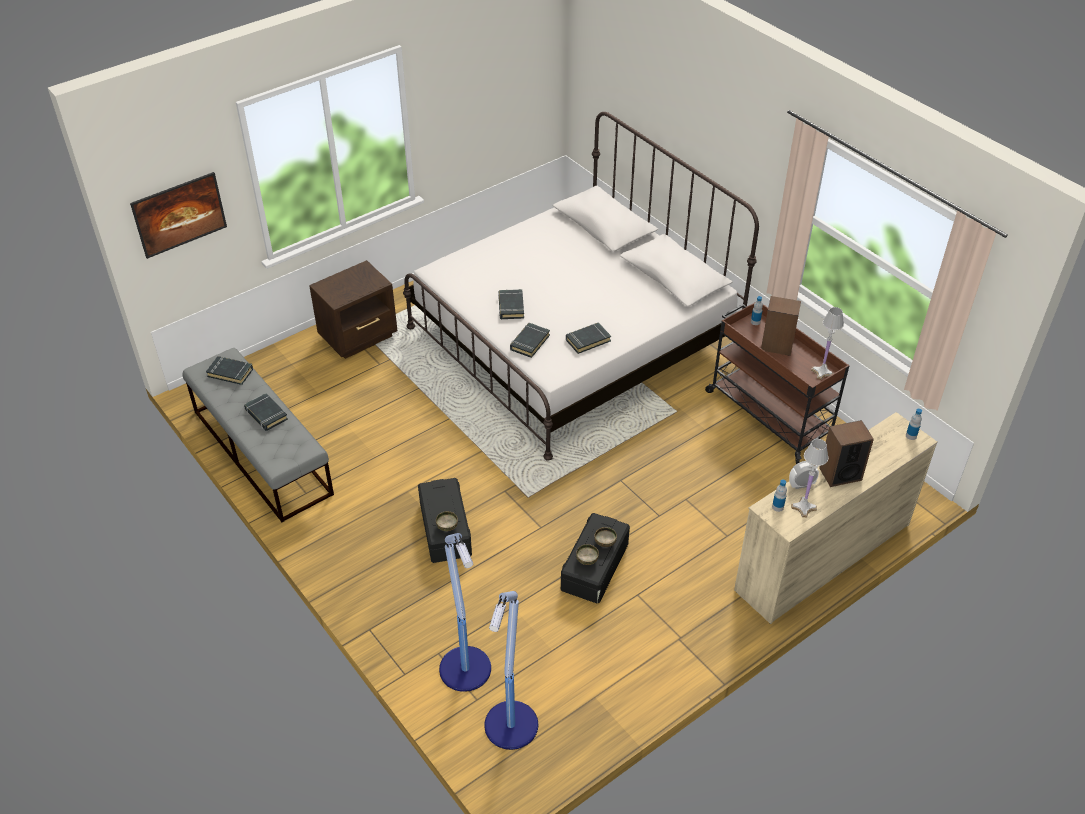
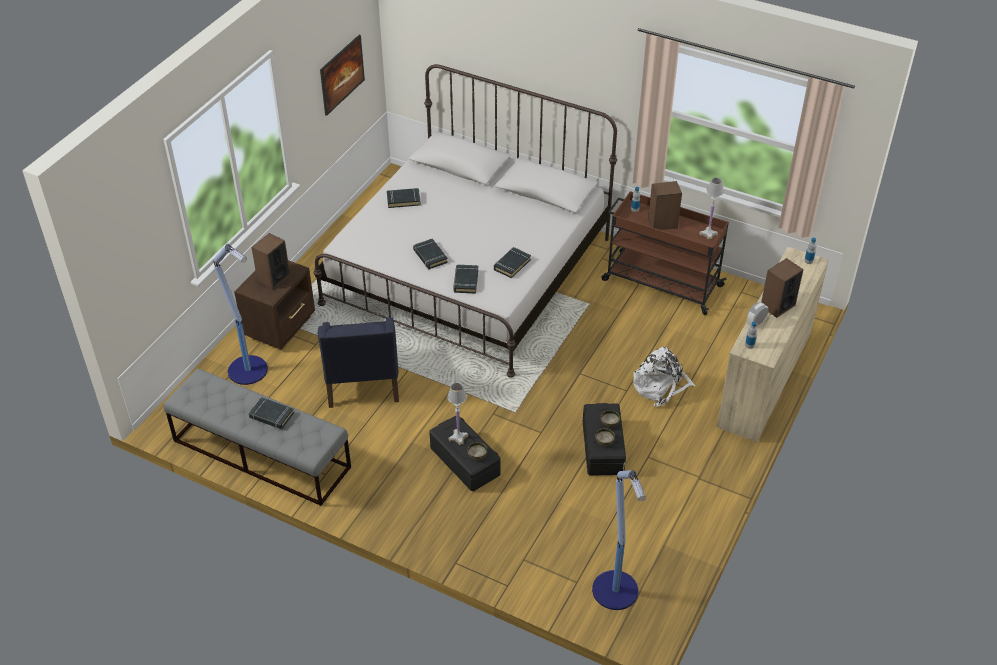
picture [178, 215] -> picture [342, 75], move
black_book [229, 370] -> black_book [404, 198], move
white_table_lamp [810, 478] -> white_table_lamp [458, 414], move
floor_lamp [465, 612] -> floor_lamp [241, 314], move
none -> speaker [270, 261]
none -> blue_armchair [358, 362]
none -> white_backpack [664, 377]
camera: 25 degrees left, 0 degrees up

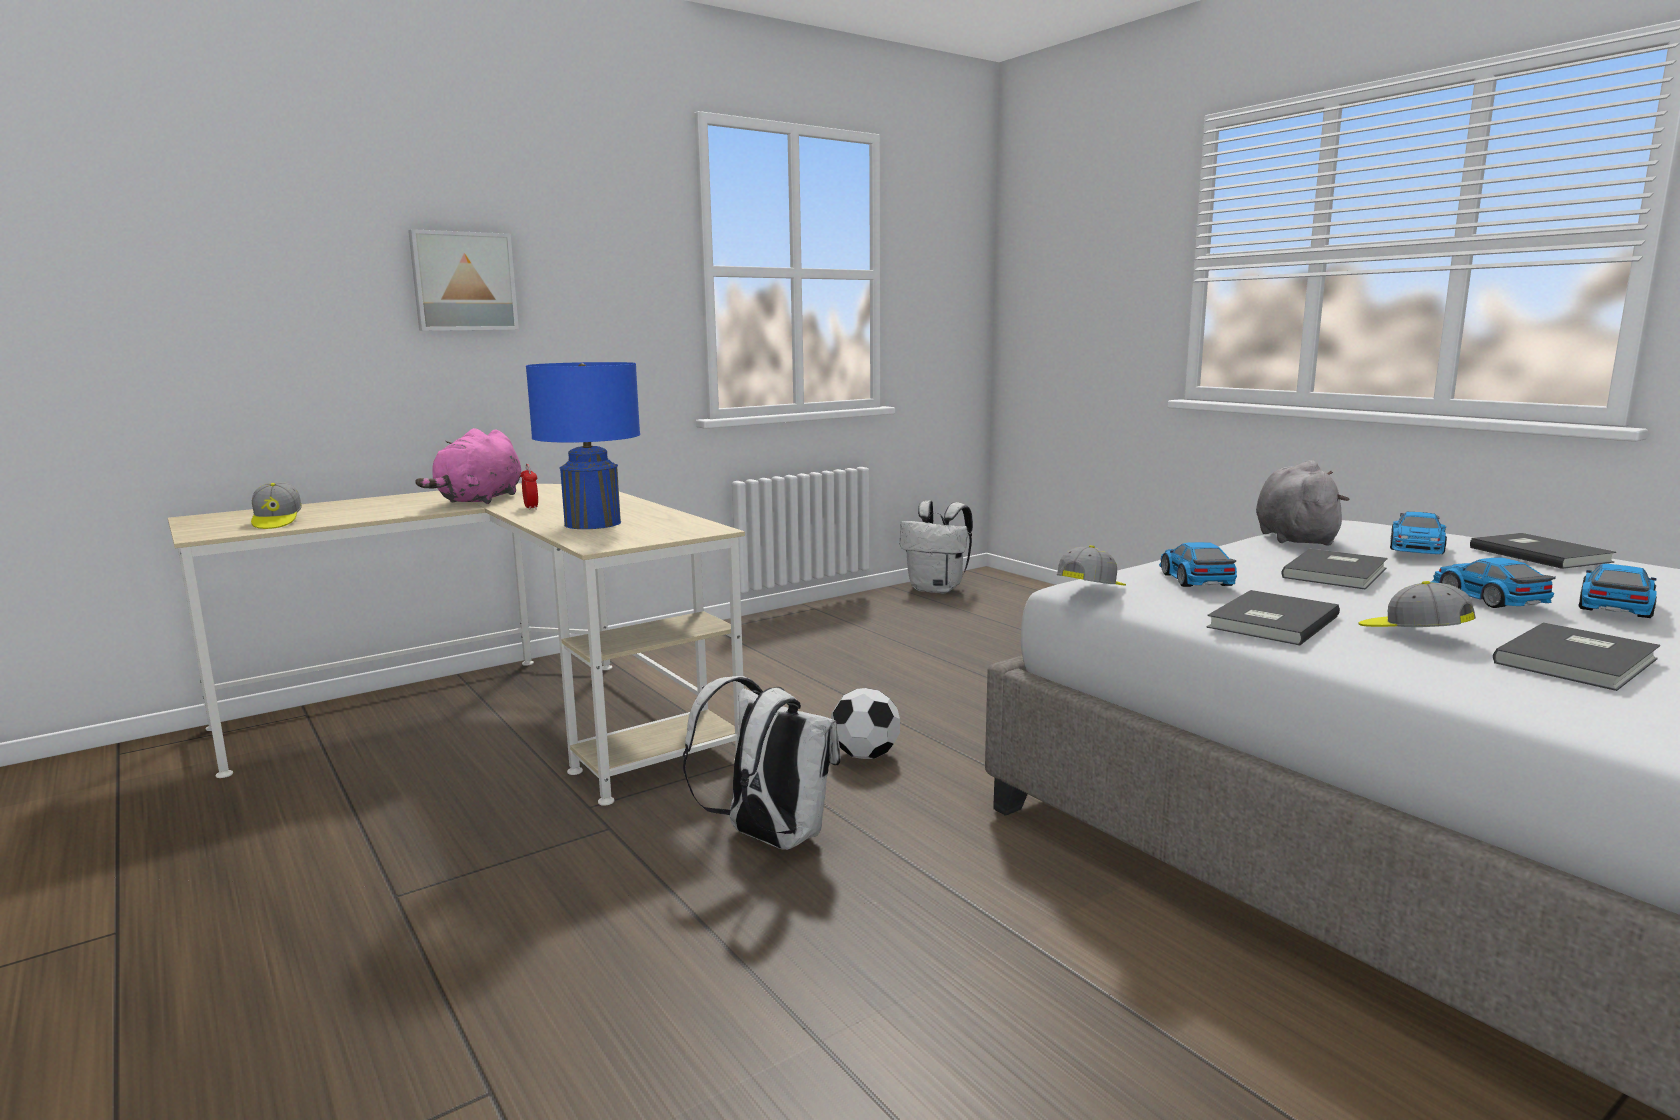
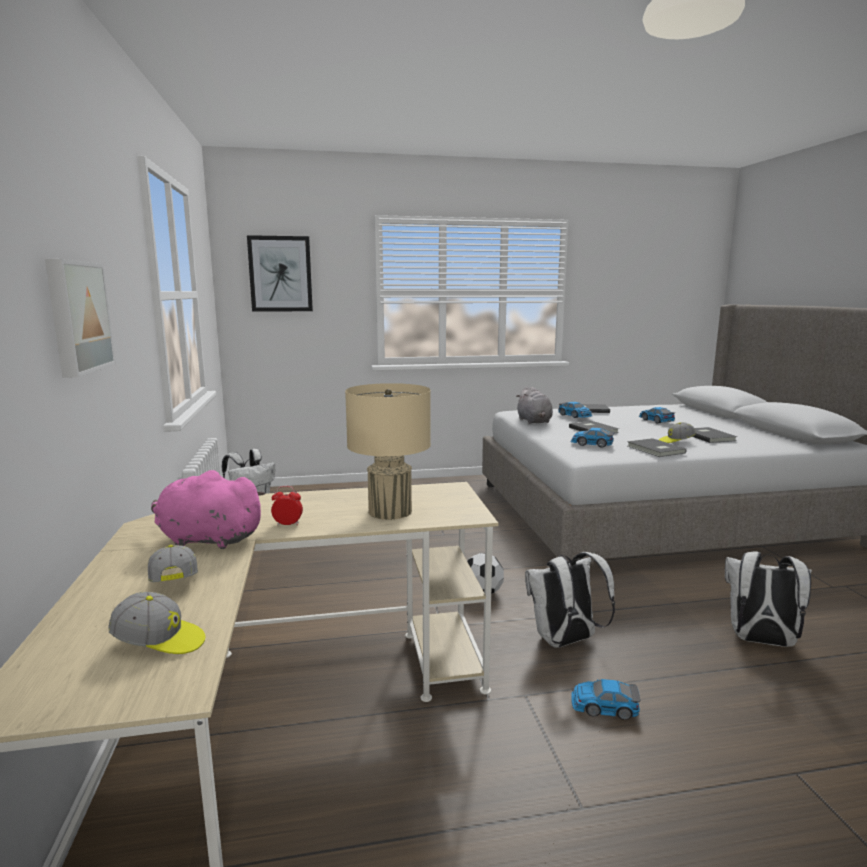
blue_table_lamp [583, 445] -> beige_table_lamp [388, 451]
pink_plush_toy [468, 466] -> pink_plush_toy [208, 509], 150 degrees clockwise
grey_plush_toy [1302, 503] -> grey_plush_toy [534, 405], 135 degrees counterclockwise
cap [1091, 565] -> cap [173, 563], move
toy_car [1493, 582] -> toy_car [605, 699], move
none -> picture [280, 273]
none -> white_backpack [768, 599]
camera: 65 degrees left, 0 degrees up

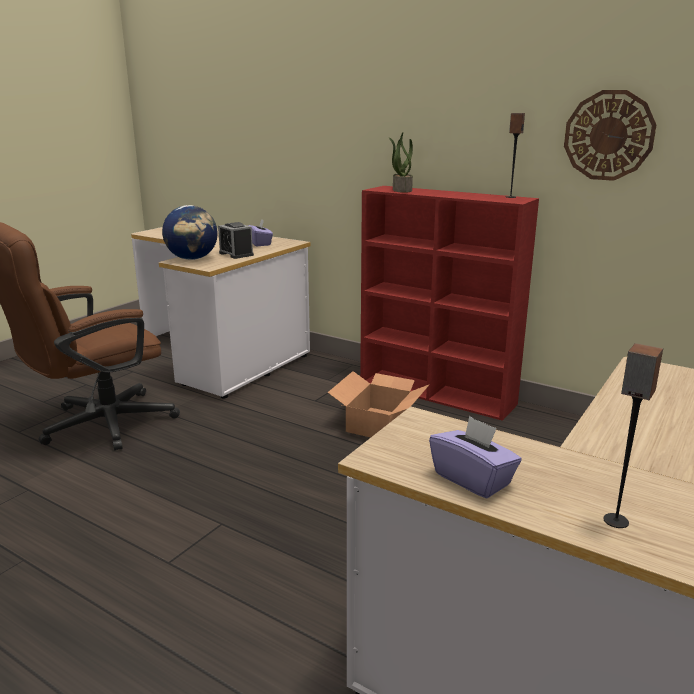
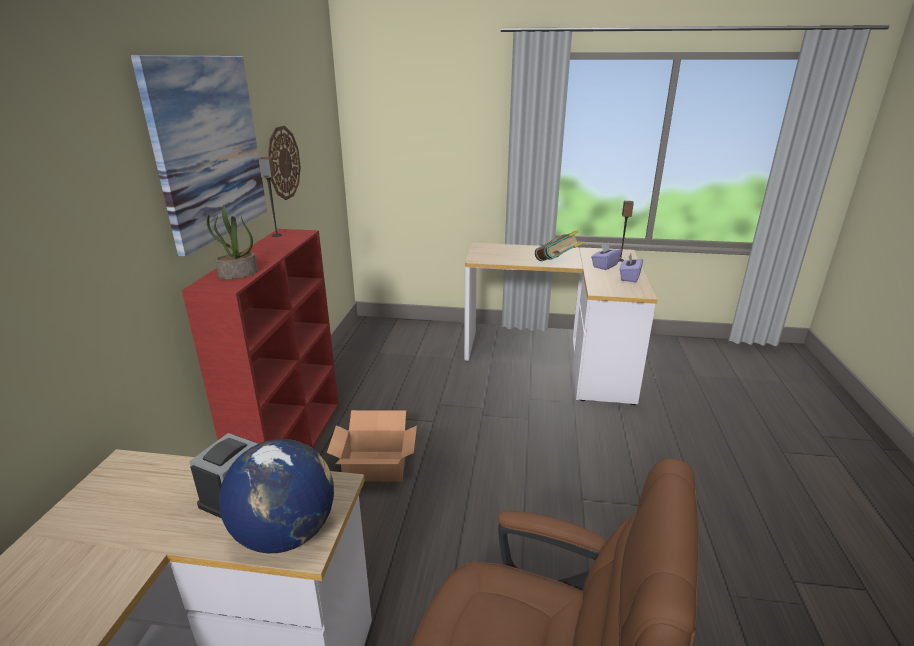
purple_tissue_box [260, 232] -> purple_tissue_box [606, 256], move
none -> picture [199, 155]
none -> book [559, 246]
camera: 115 degrees left, 5 degrees up

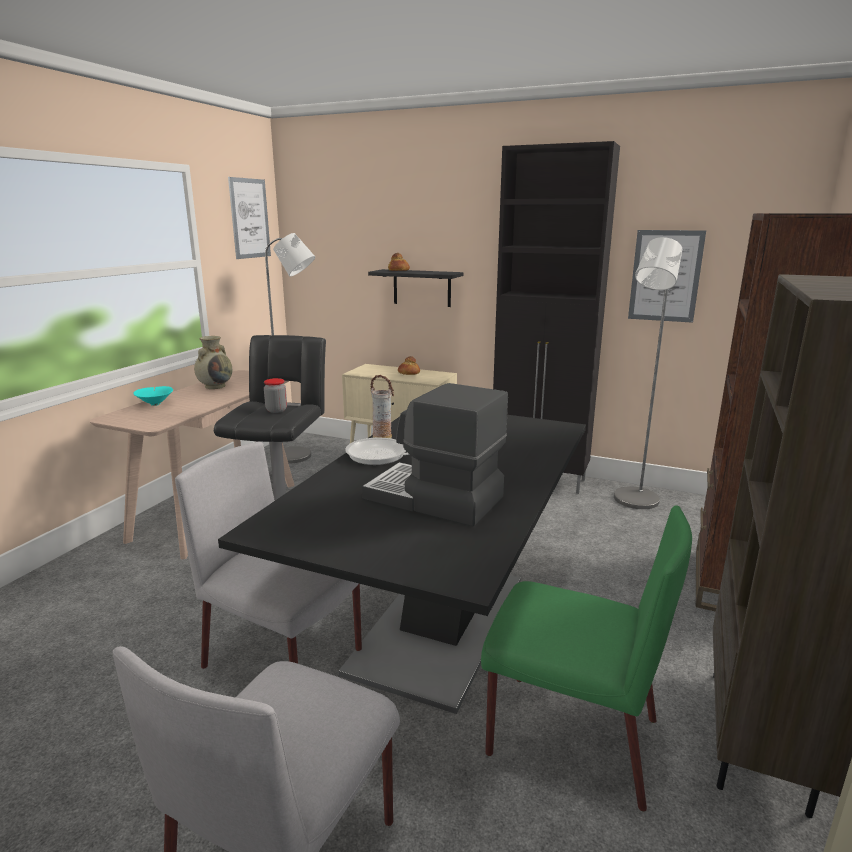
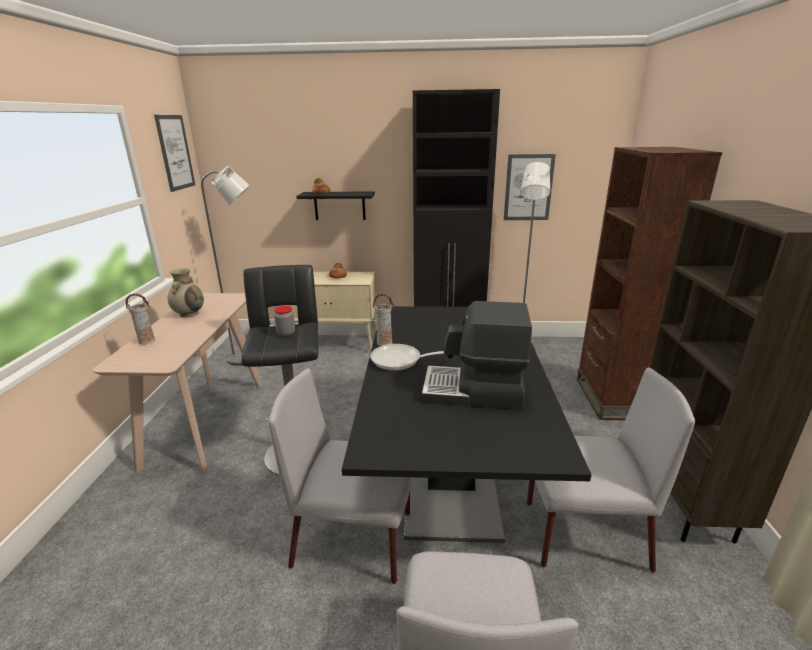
turquoise_bowl [153, 396] -> vase [140, 319]
green_chair [586, 658] -> grey_chair [611, 470]
camera: 20 degrees left, 5 degrees up

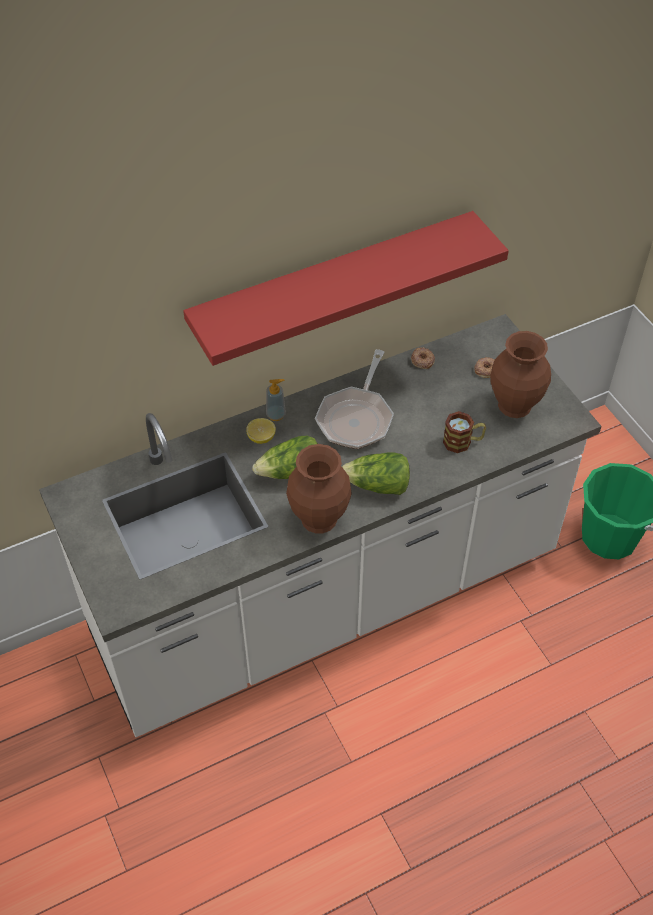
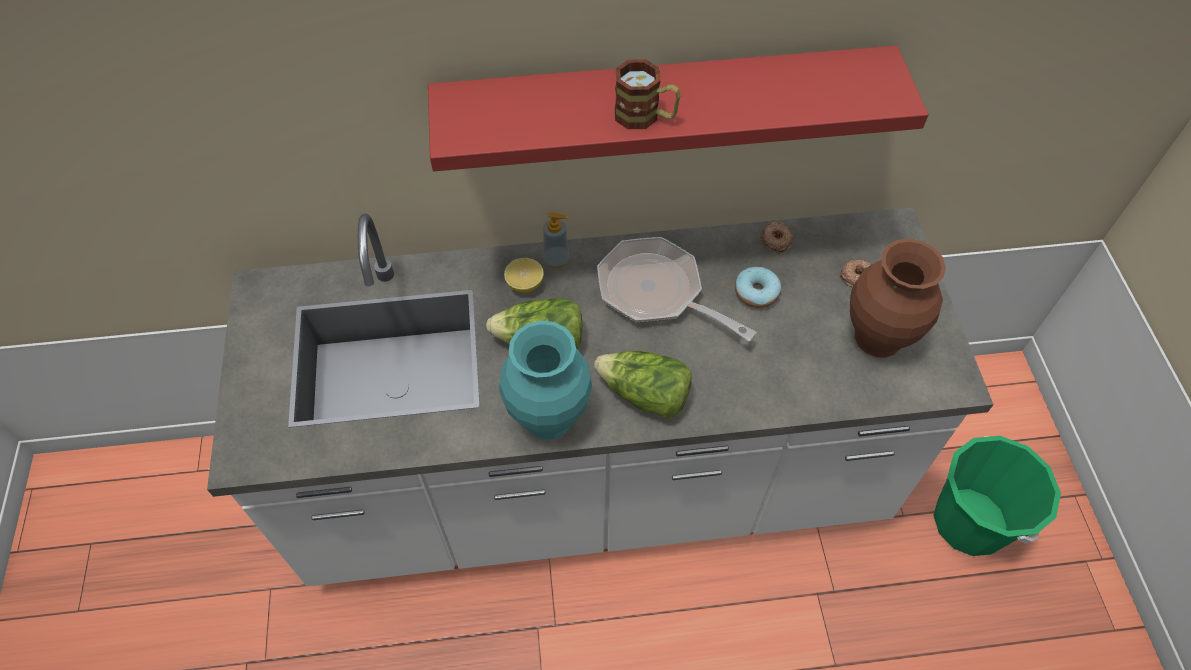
frying_pan [354, 399] -> frying_pan [677, 289], 90 degrees clockwise
mug [464, 432] -> mug [648, 94], move
brown_vase [319, 488] -> turquoise_vase [545, 380]
none -> donut [758, 287]
camera: 20 degrees right, 5 degrees up

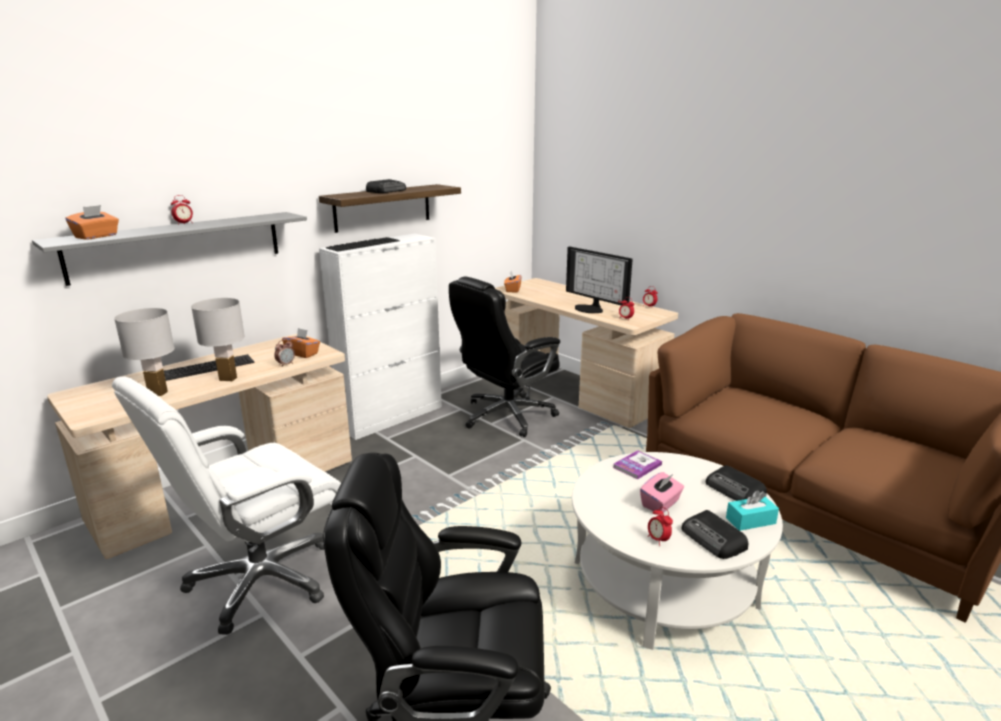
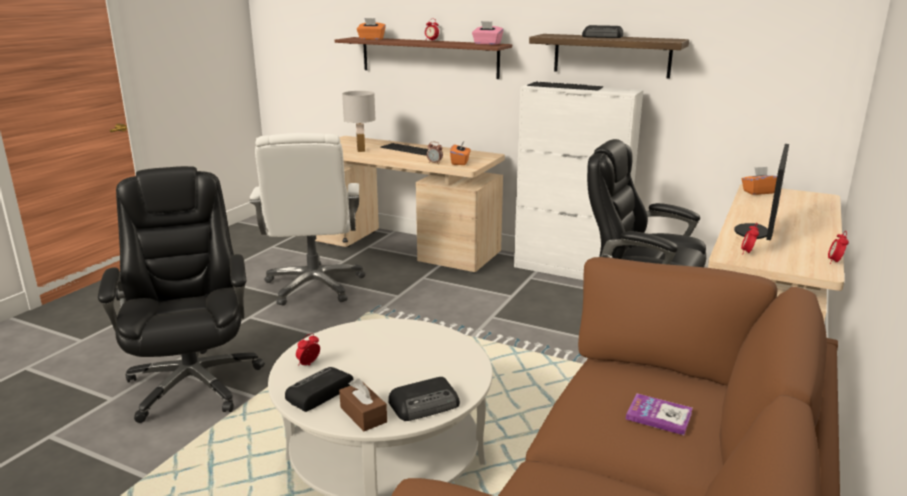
grey_shelf [169, 249] -> brown_shelf [423, 58]
white_table_lamp [218, 339] -> none
white_office_chair [226, 506] -> white_office_chair [307, 219], 120 degrees counterclockwise
book [637, 465] -> book [659, 414], move
radio [736, 483] -> radio [424, 399], 150 degrees counterclockwise
pink_tissue_box [662, 492] -> pink_tissue_box [488, 33], move
turquoise_tissue_box [752, 510] -> brown_tissue_box [363, 404]
camera: 70 degrees right, 0 degrees up

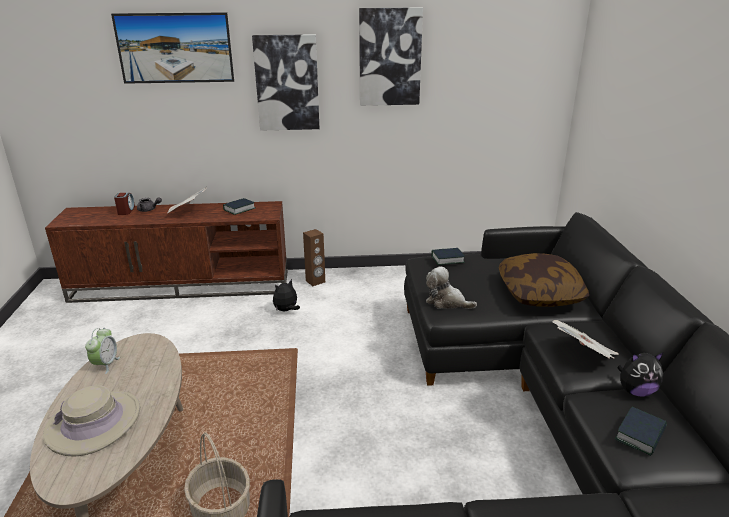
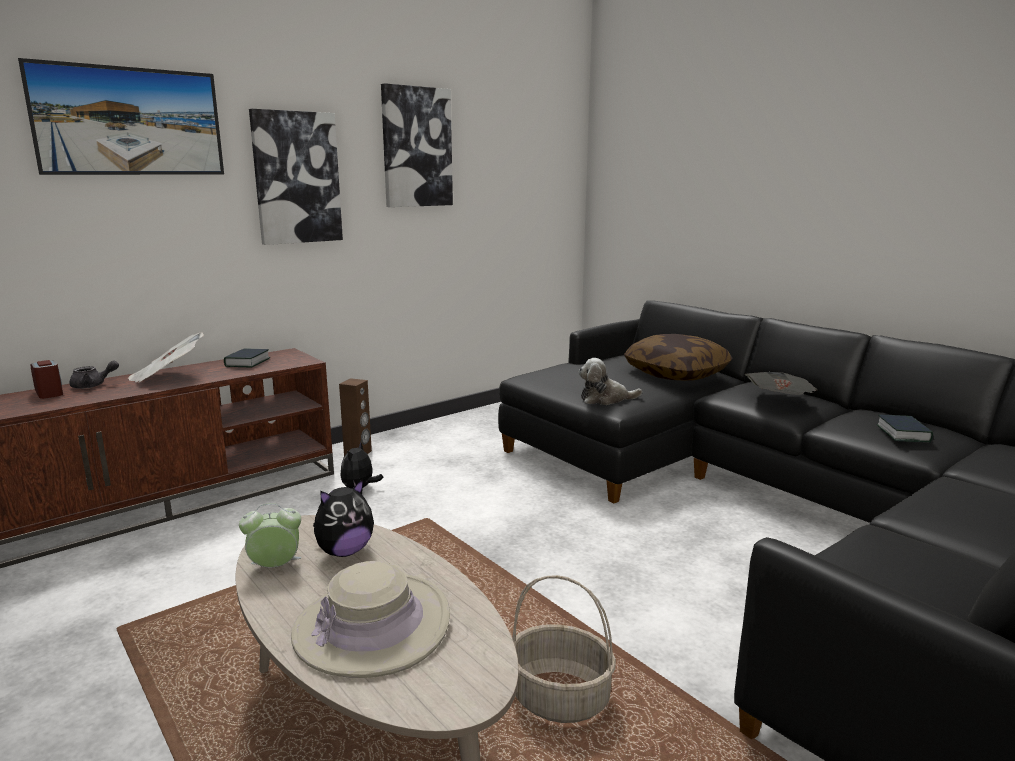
book [448, 256] -> none
alarm_clock [102, 351] -> alarm_clock [270, 535], 75 degrees counterclockwise
plush_toy [640, 374] -> plush_toy [343, 518], move
camera: 35 degrees left, 10 degrees down

